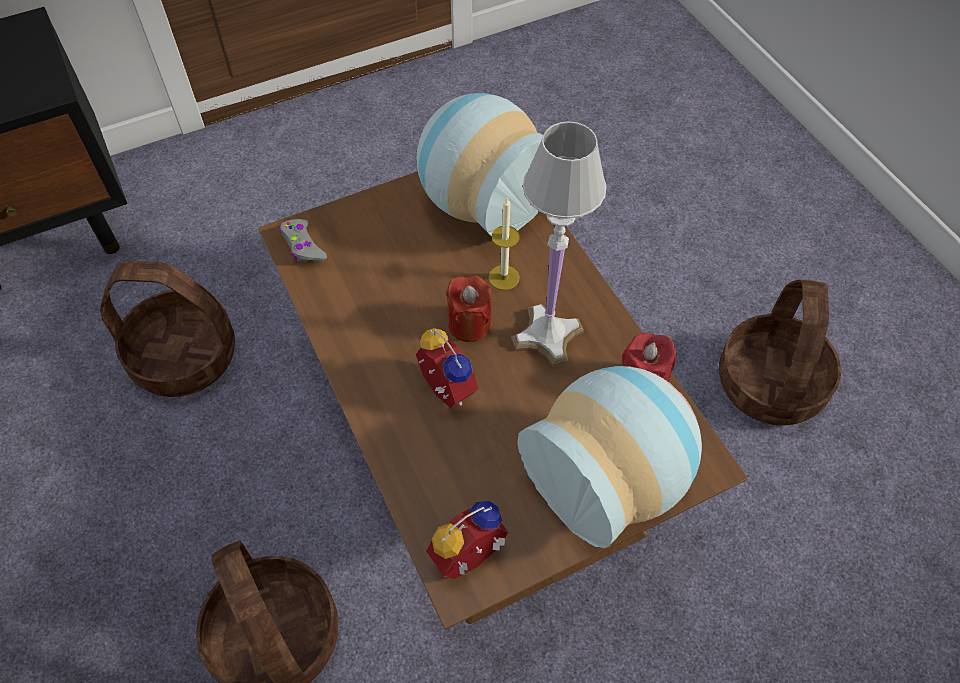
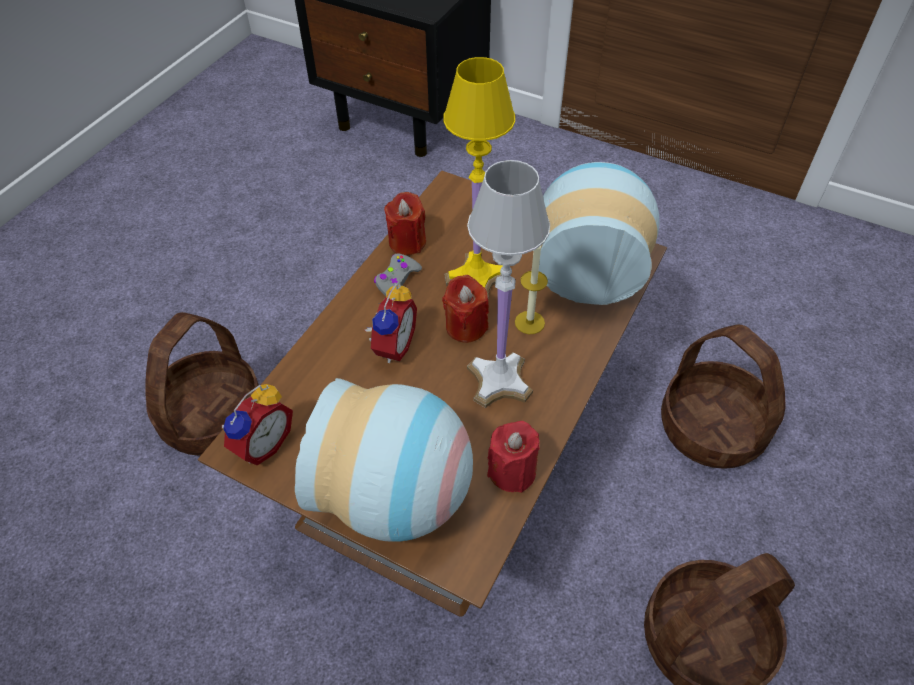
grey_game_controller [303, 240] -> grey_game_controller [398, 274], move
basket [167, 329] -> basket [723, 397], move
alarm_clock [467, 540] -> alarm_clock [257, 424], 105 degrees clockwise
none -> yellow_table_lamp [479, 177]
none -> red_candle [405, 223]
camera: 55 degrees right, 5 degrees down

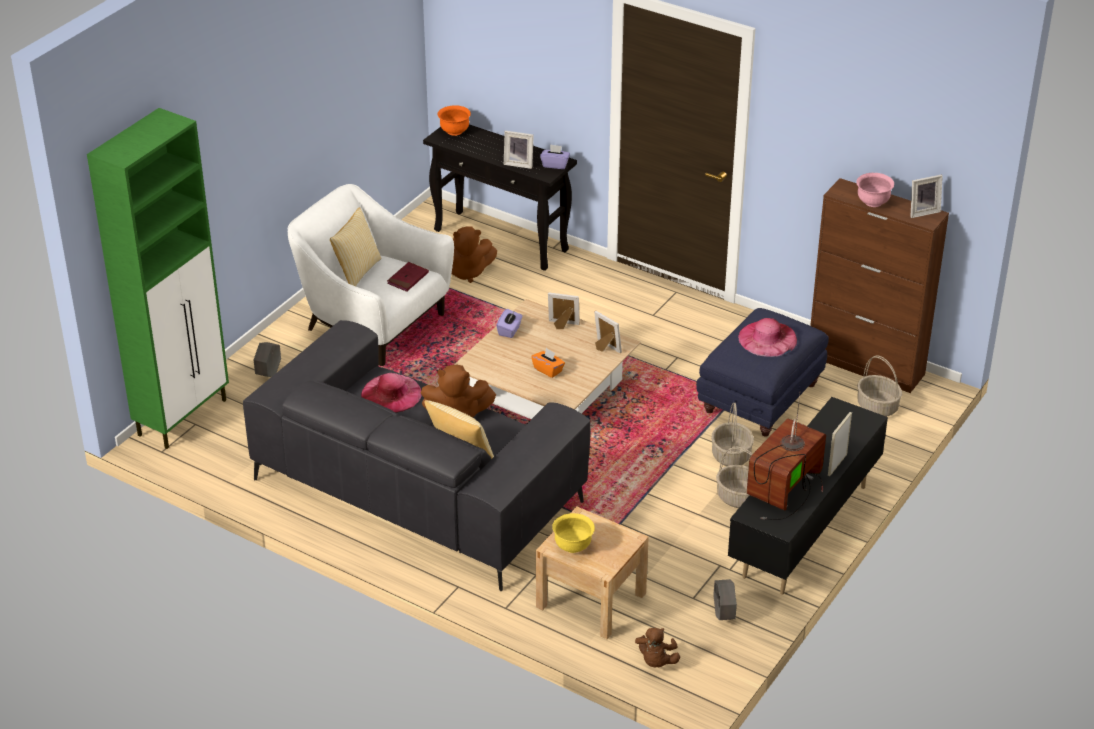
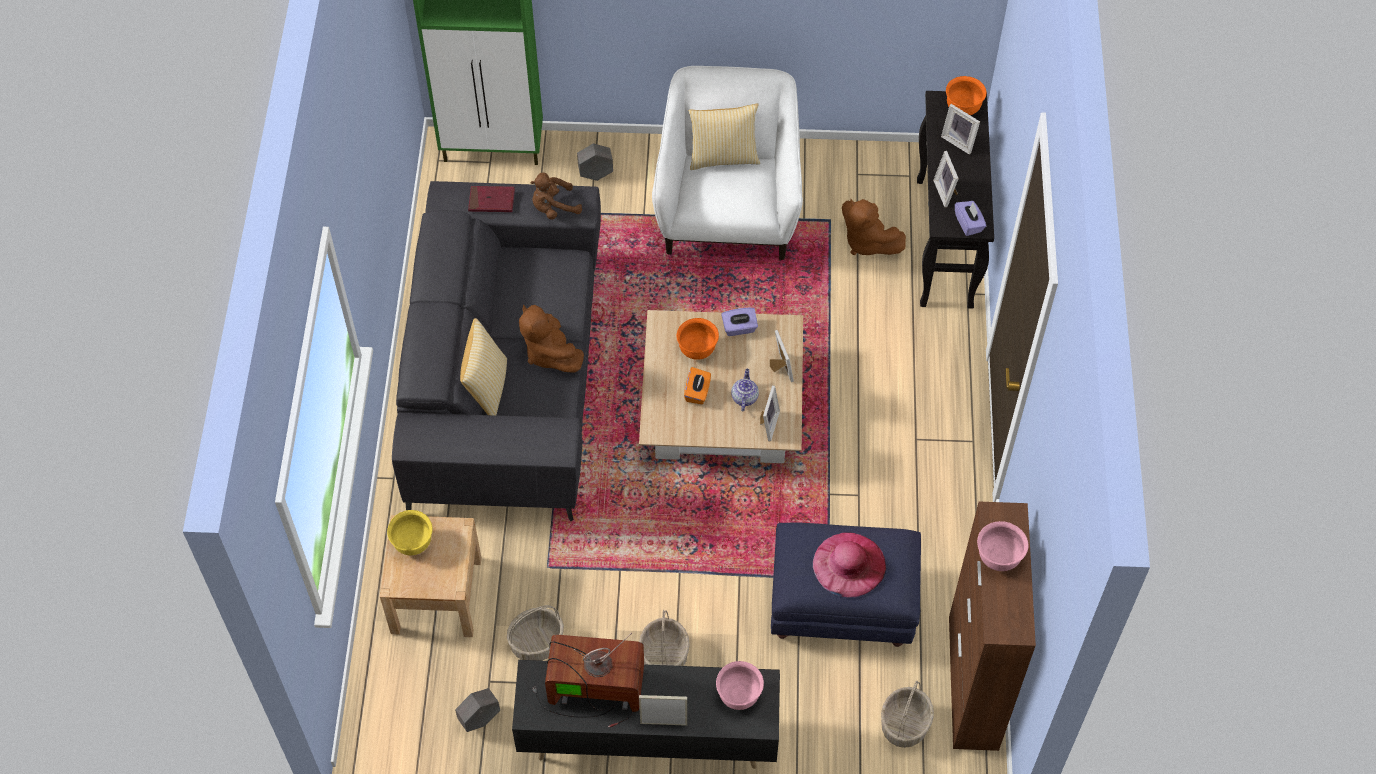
picture_frame [926, 196] -> picture_frame [960, 129], move
red_book [408, 277] -> red_book [491, 199], move
pink_hat [391, 393] -> none
basket [732, 434] -> basket [535, 633], move
brown_plush_toy [657, 647] -> brown_plush_toy [556, 196], move
none -> orange_bowl [698, 339]
none -> teapot [745, 390]
none -> pink_bowl [740, 685]
camera: 60 degrees right, 20 degrees up

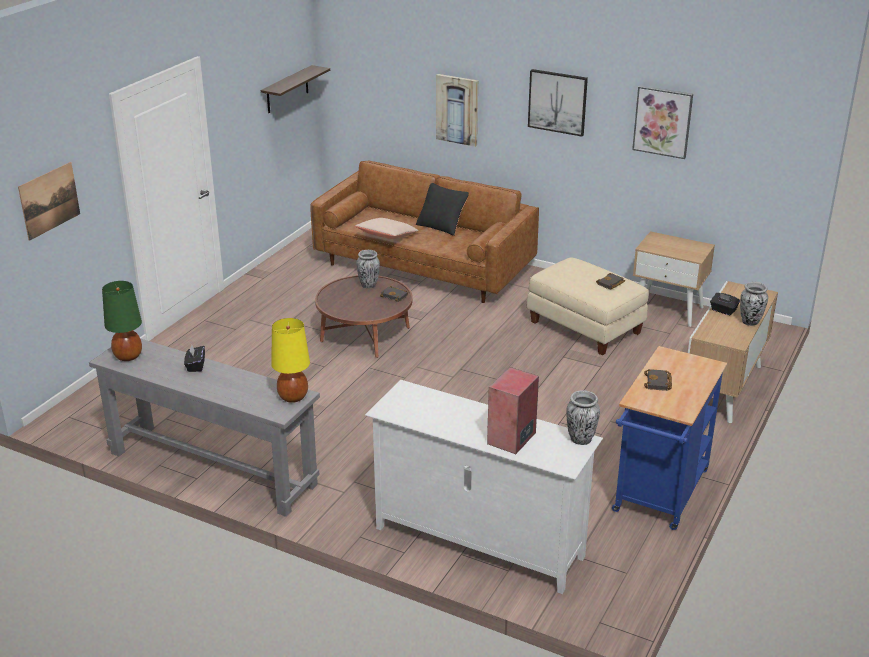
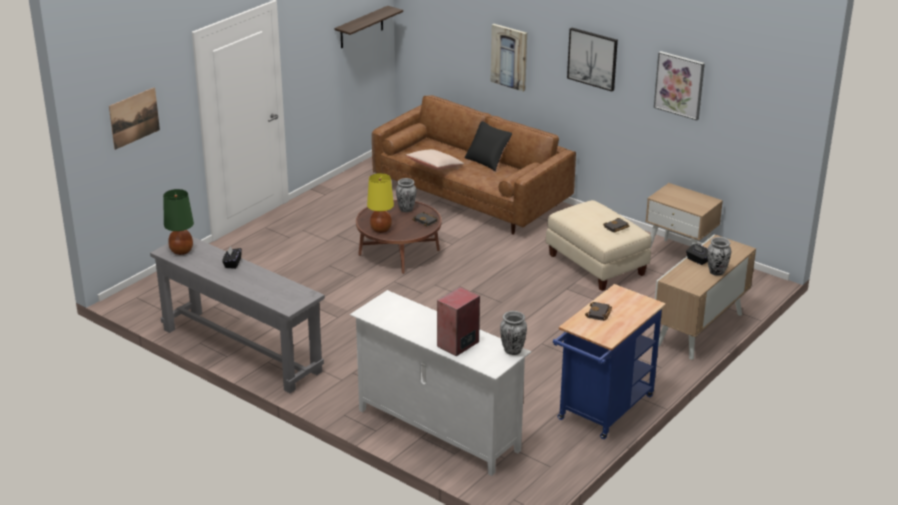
yellow_table_lamp [290, 360] -> yellow_table_lamp [380, 203], move
camera: 10 degrees right, 0 degrees up

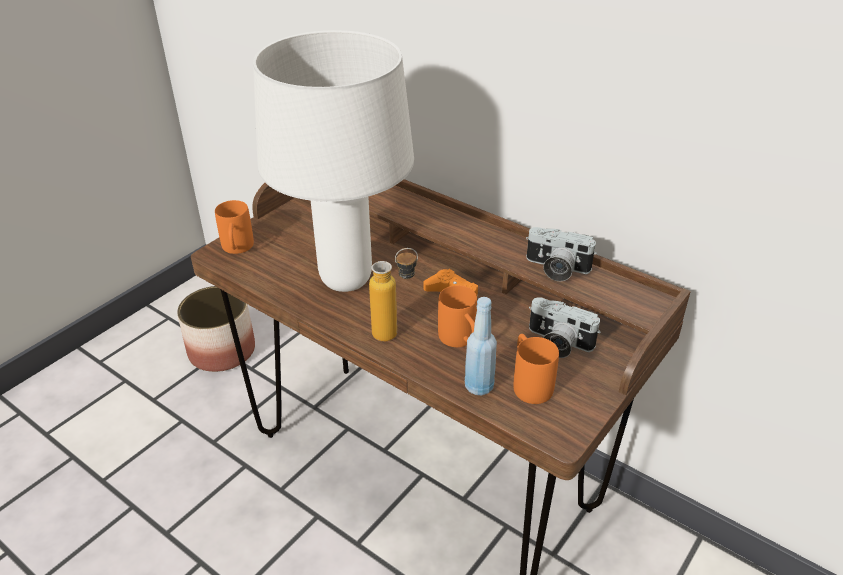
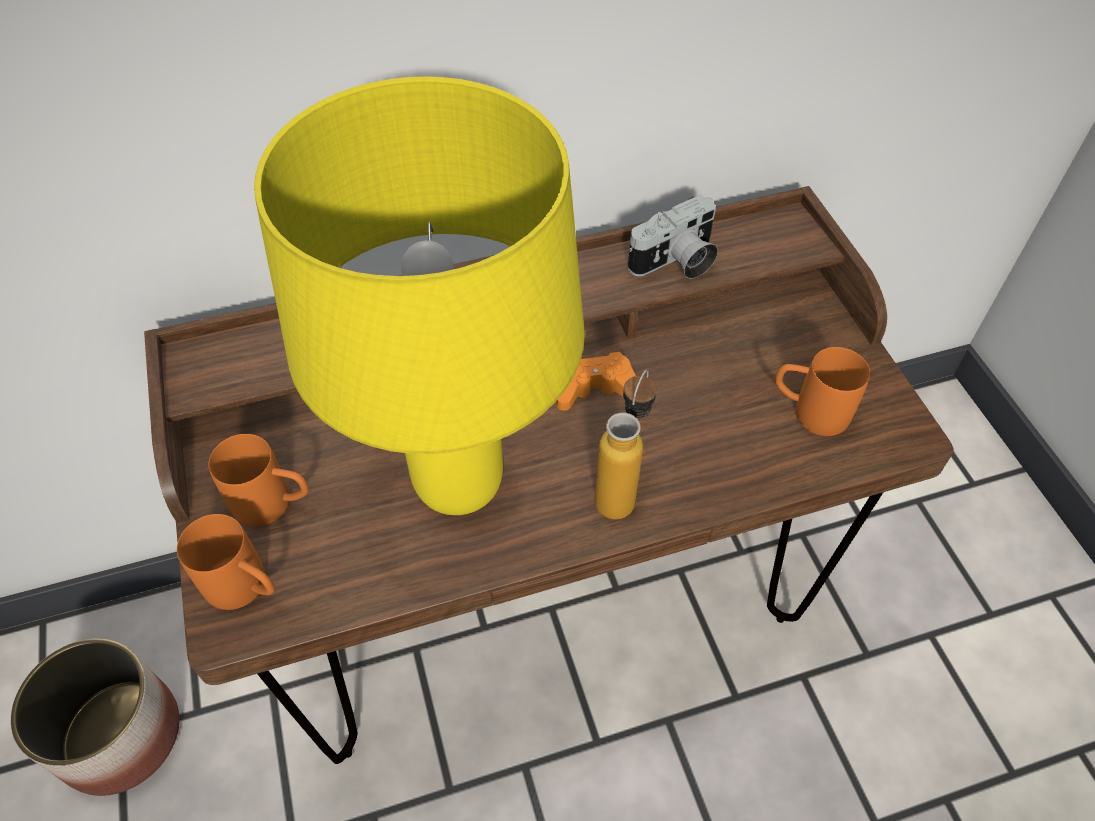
white_table_lamp [333, 161] -> yellow_table_lamp [419, 295]
orange_mug [457, 316] -> orange_mug [259, 480], move
blue_bottle [481, 346] -> none
photo_camera [565, 327] -> none
camera: 55 degrees left, 15 degrees up

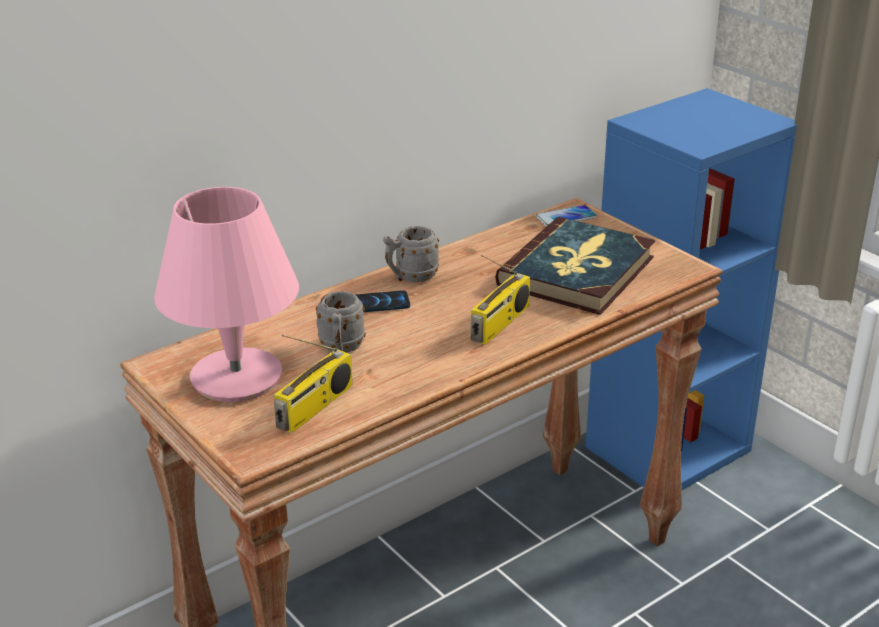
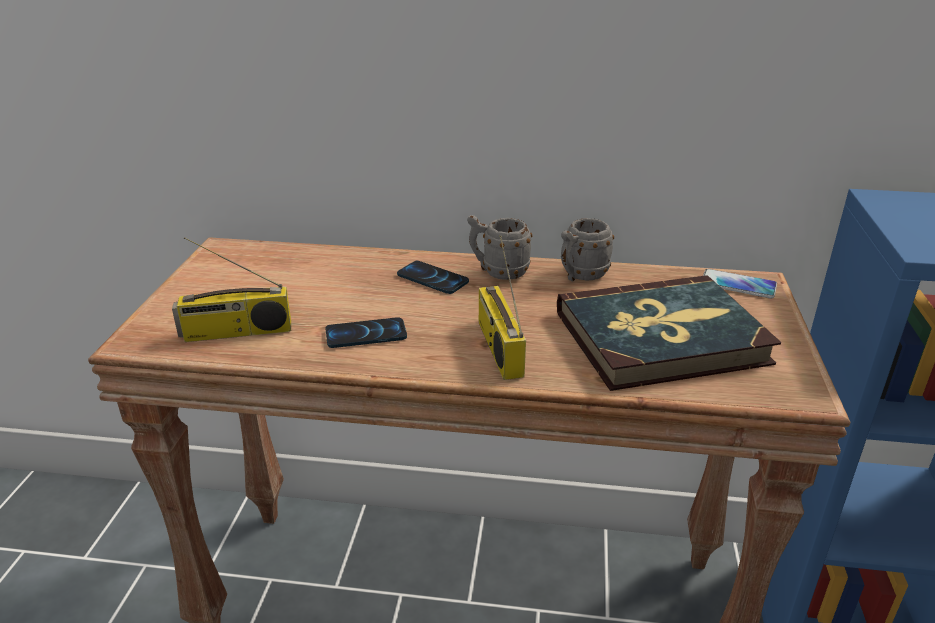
pink_table_lamp [226, 294] -> none
radio [500, 300] -> radio [502, 307], 90 degrees clockwise
grey_mug [341, 322] -> grey_mug [587, 249], move
none -> phone [366, 332]
camera: 45 degrees right, 0 degrees up

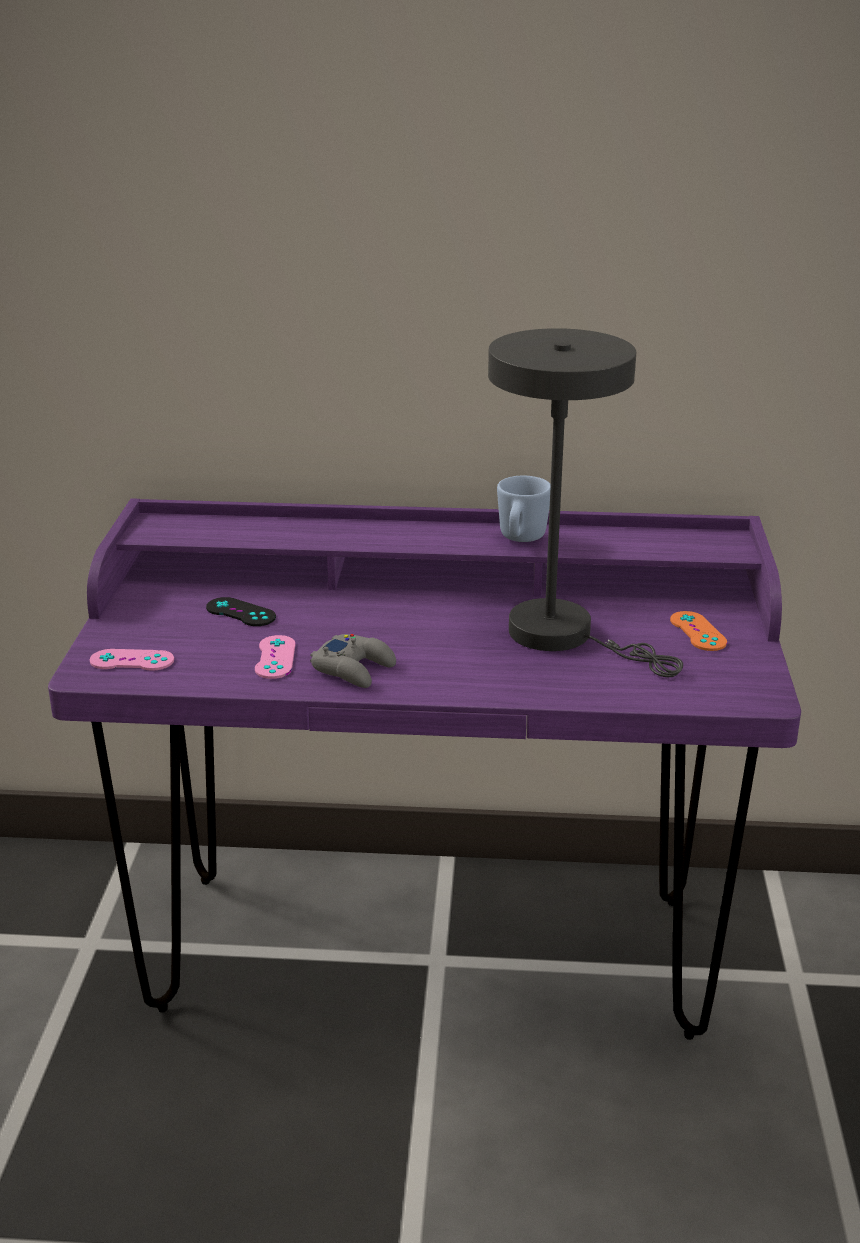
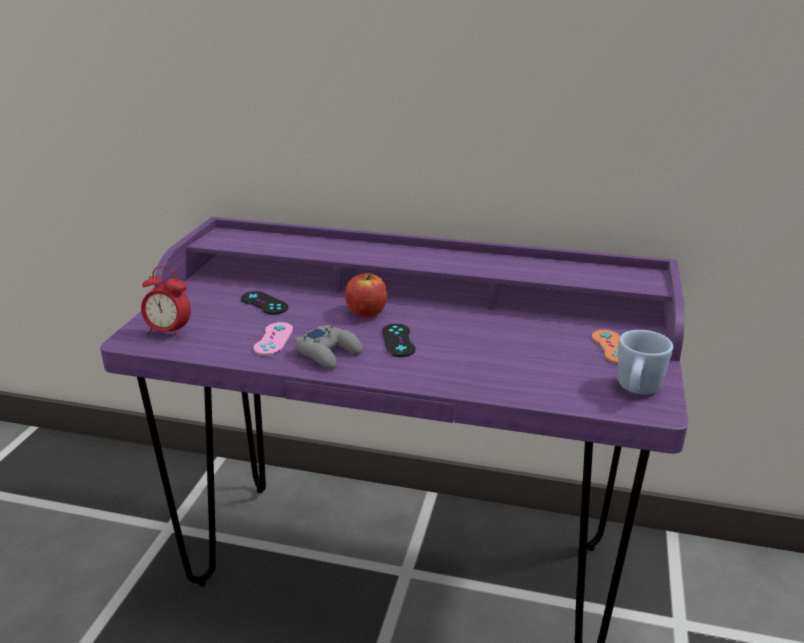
grey_table_lamp [585, 502] -> none
blue_mug [524, 509] -> blue_mug [645, 362], move
pink_game_controller [132, 660] -> alarm_clock [166, 302]
none -> apple [366, 295]
none -> black_game_controller [398, 340]
camera: 10 degrees right, 0 degrees up

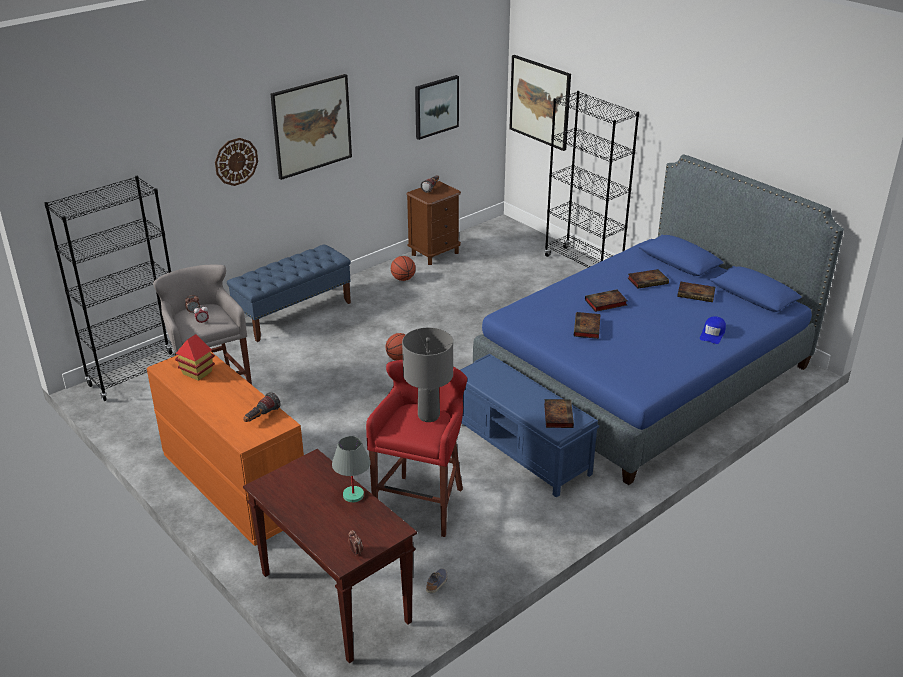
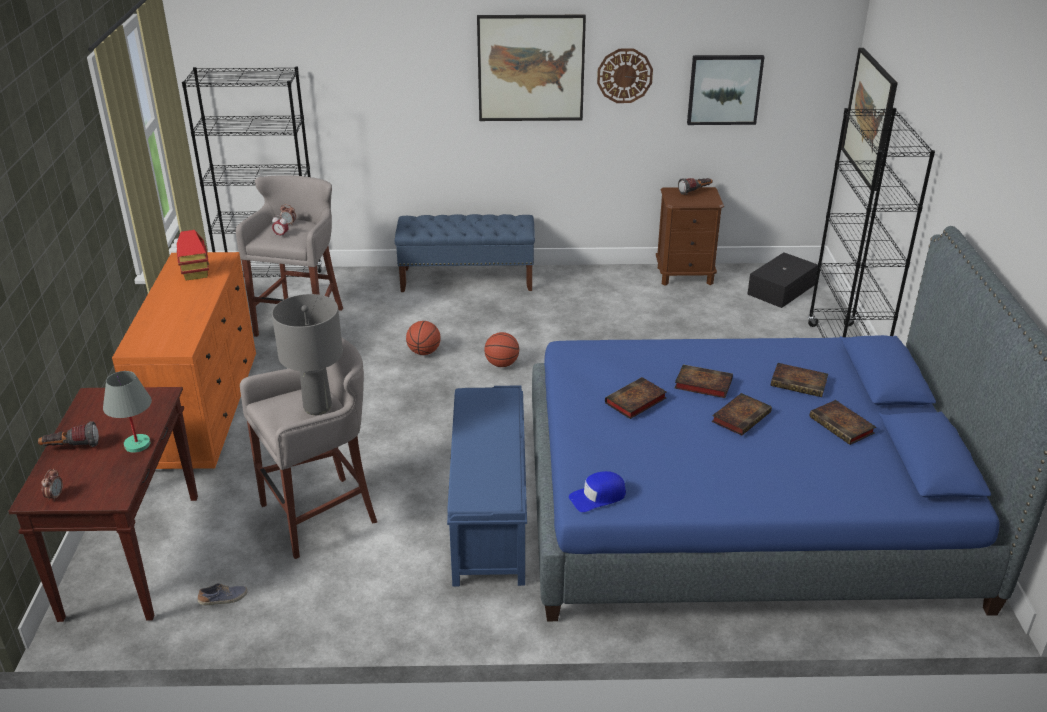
wall_clock [236, 162] -> wall_clock [625, 76], move
basketball [403, 268] -> basketball [423, 338], move
blue_cap [713, 330] -> blue_cap [597, 491], move
red_stool [416, 448] -> grey_stool [308, 448]
flashlight [262, 407] -> flashlight [68, 434], move
book [559, 413] -> book [742, 414], move
none -> black_storage_box [782, 280]
camera: 40 degrees right, 0 degrees up

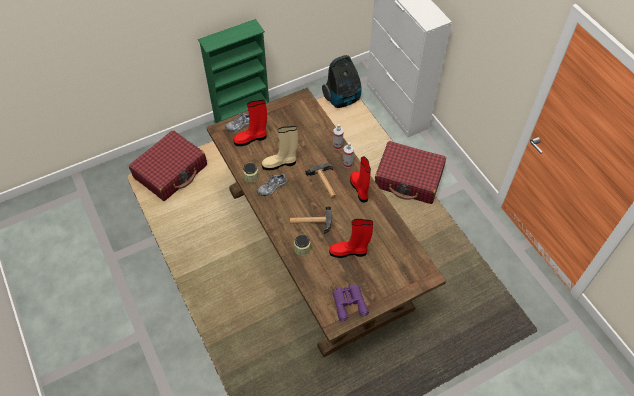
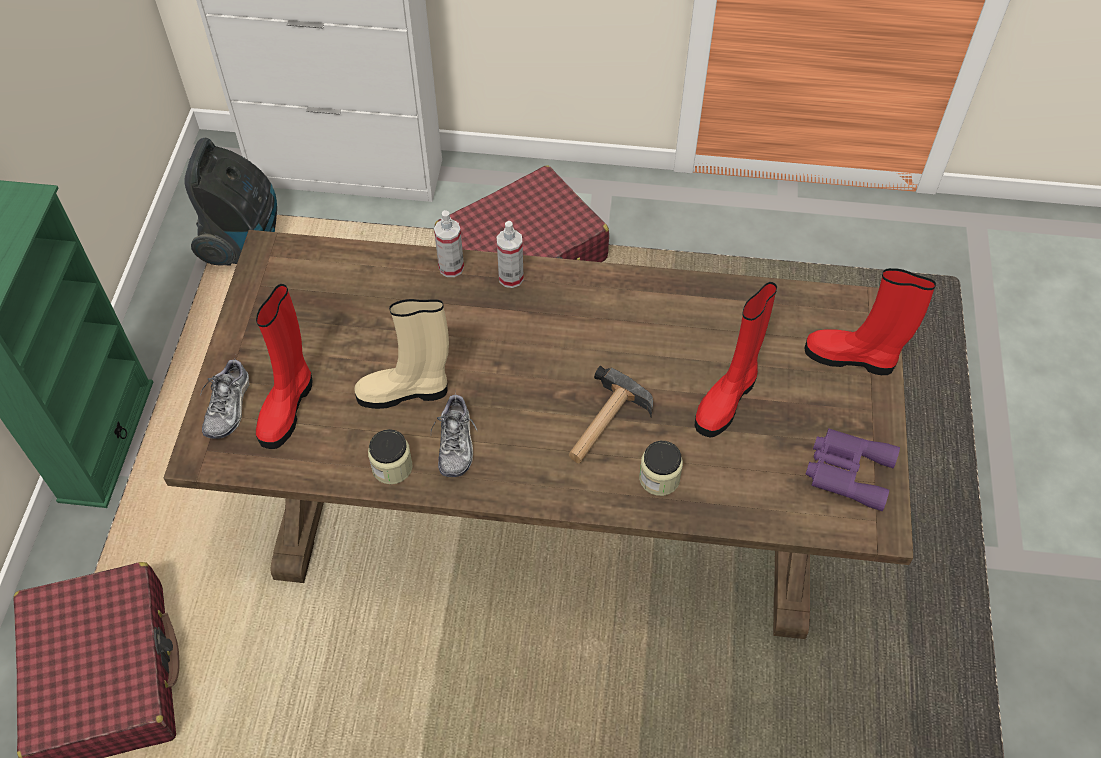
beige_boot [280, 148] -> beige_boot [401, 354], 60 degrees clockwise
red_boot [360, 179] -> red_boot [870, 321], move
hammer [320, 181] -> none
camera: 55 degrees left, 0 degrees up

